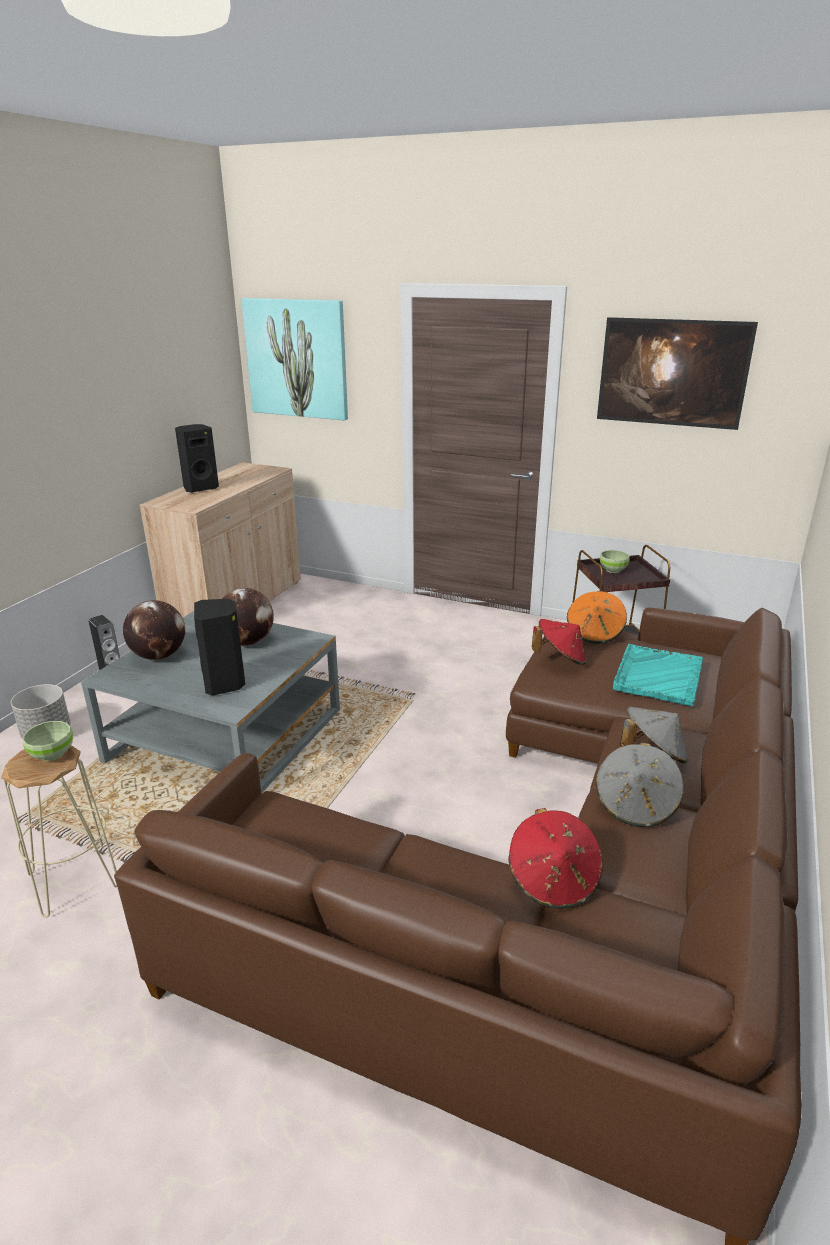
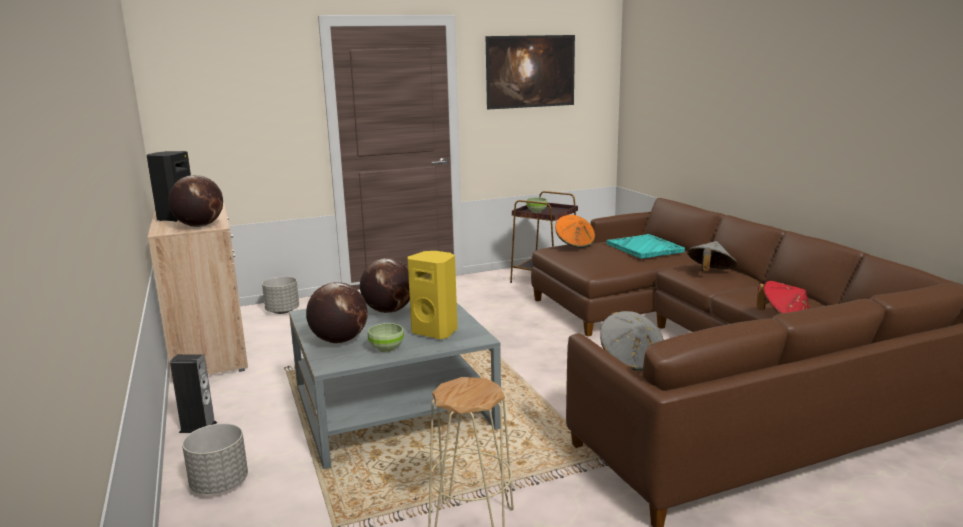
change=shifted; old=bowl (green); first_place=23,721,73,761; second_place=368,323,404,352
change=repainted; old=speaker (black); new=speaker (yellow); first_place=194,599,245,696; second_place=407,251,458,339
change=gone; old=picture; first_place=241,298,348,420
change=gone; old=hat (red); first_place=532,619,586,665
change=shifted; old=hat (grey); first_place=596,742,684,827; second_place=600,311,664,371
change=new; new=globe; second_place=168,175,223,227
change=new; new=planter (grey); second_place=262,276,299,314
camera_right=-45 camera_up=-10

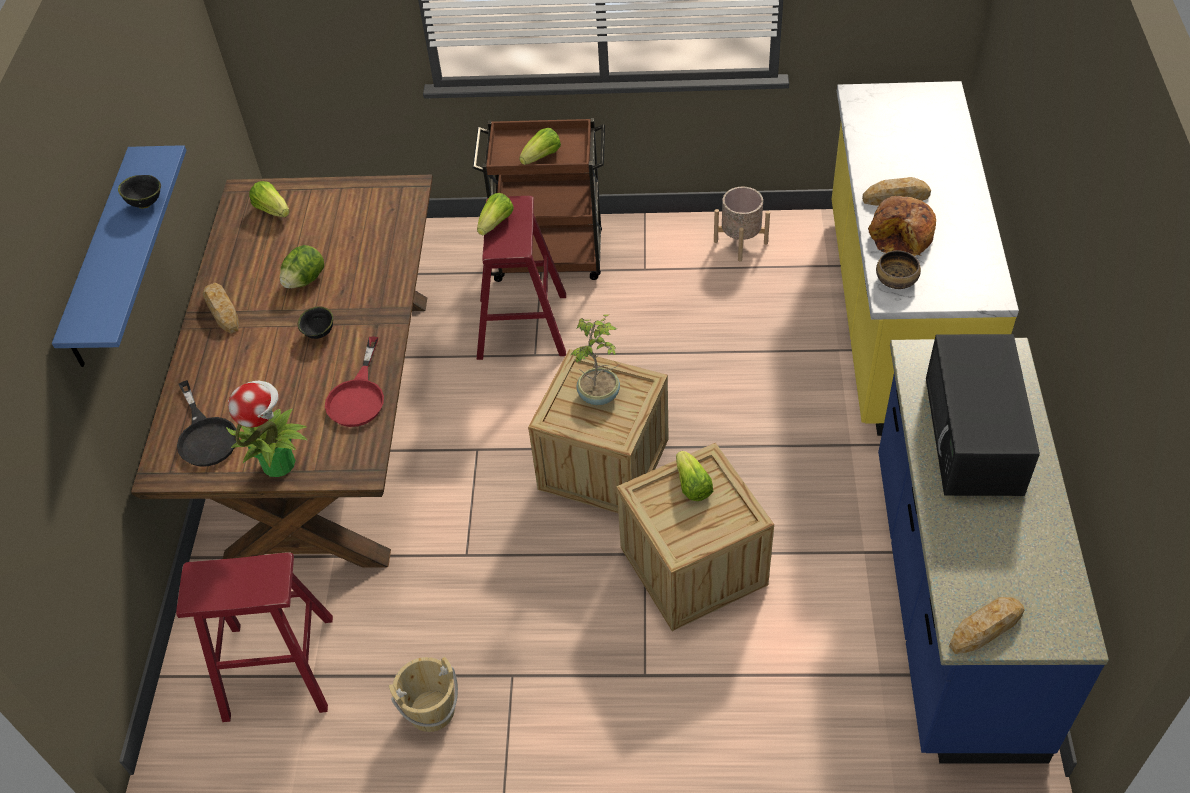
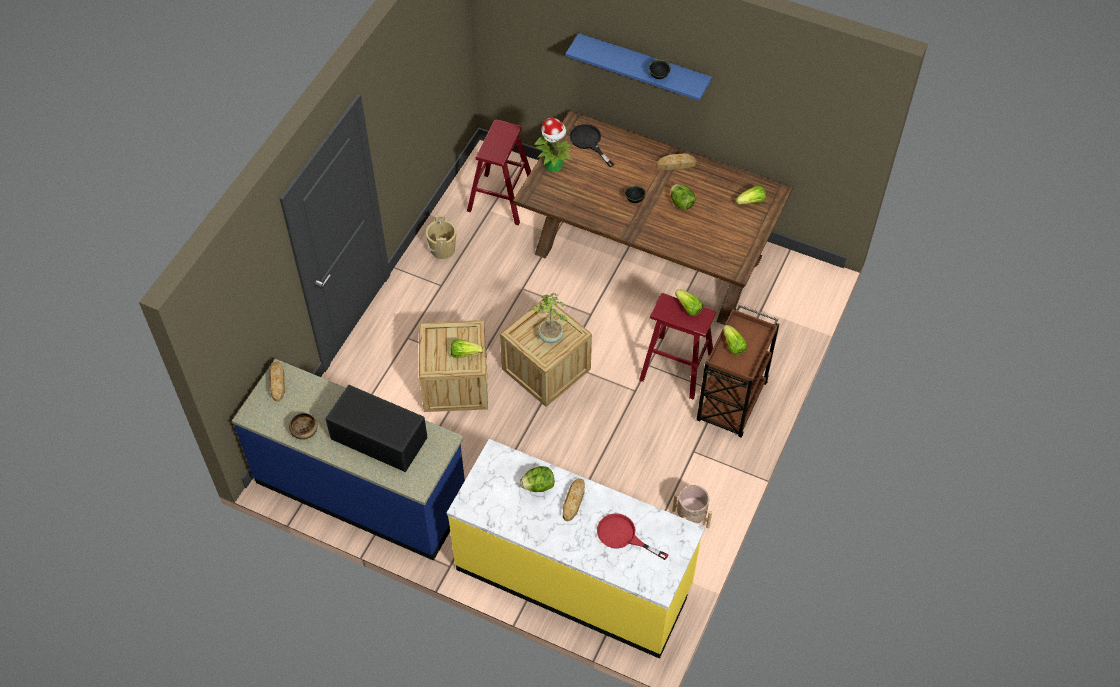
change=rotated; old=frying pan (black); first_place=177,380,236,467; second_place=569,124,614,167; degrees=60
change=shifted; old=frying pan (red); first_place=325,336,384,427; second_place=597,513,669,560
change=swapped; old=bread; new=lettuce; first_place=868,196,936,256; second_place=520,466,554,492
change=shifted; old=bowl; first_place=876,250,921,289; second_place=289,413,318,440
camera_right=110 camera_up=5

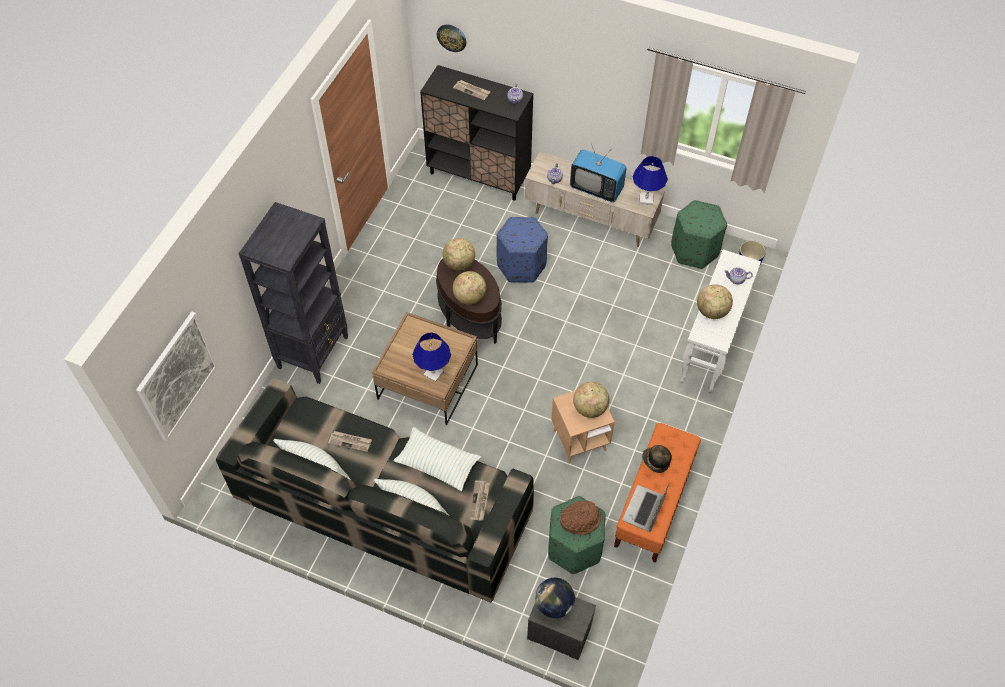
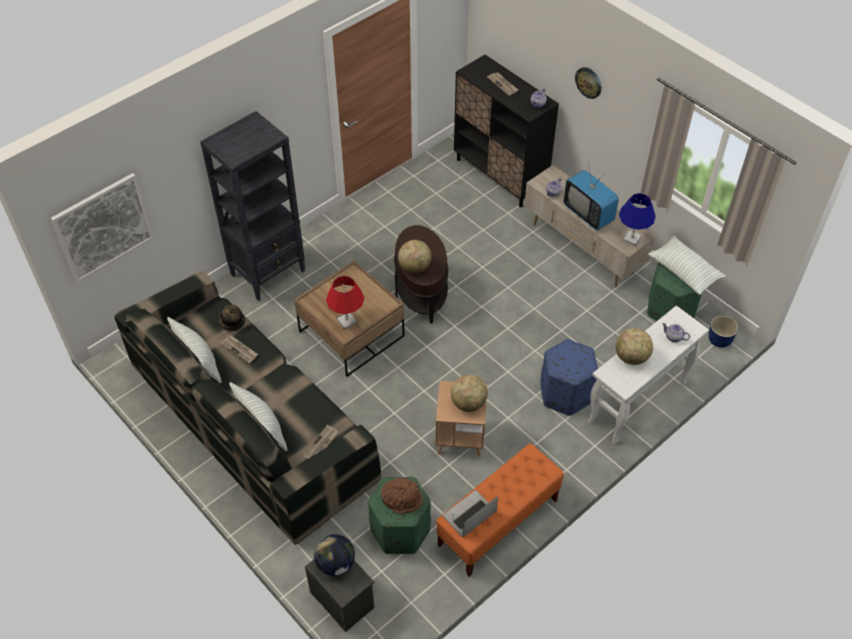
change=shifted; old=pillow; first_place=393,427,481,491; second_place=648,236,726,295
change=repainted; old=table lamp (blue); new=table lamp (red); first_place=412,332,451,382; second_place=326,276,364,329
change=shifted; old=wall clock; first_place=437,24,466,52; second_place=575,67,601,99
change=gone; old=globe; first_place=442,238,475,271
change=shifted; old=ottoman (blue); first_place=496,217,548,283; second_place=540,339,598,416
change=shifted; old=hat; first_place=642,445,672,473; second_place=218,304,245,331
camera_right=25 camera_up=-5

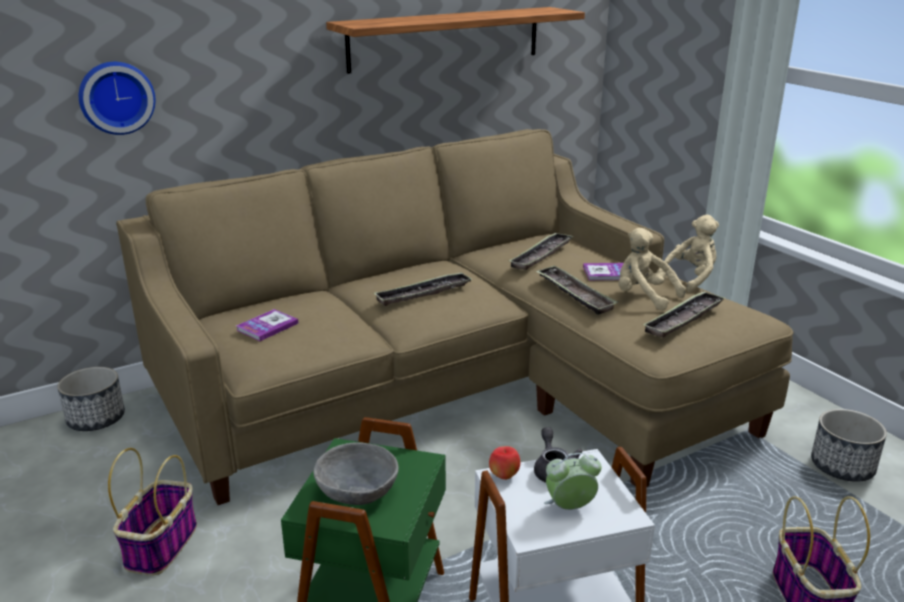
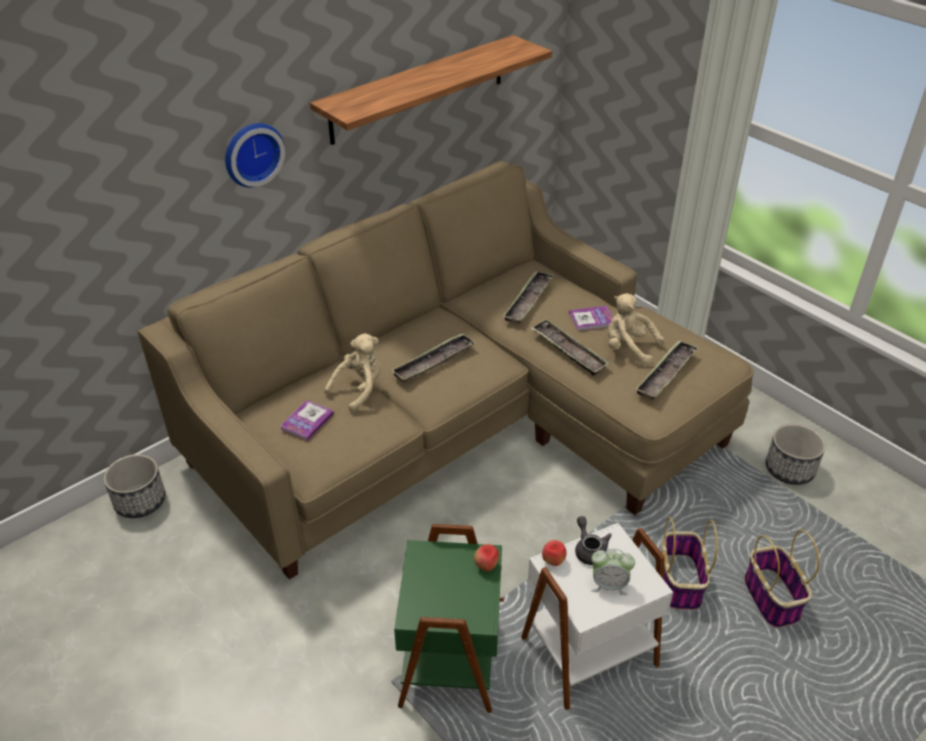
change=shifted; old=wall clock; first_place=79,62,155,135; second_place=225,123,285,188
change=shifted; old=basket; first_place=108,448,197,576; second_place=661,517,718,610
change=gone; old=bowl (grey); first_place=313,442,399,505
change=rotated; old=alarm clock; first_place=544,453,602,510; second_place=591,549,635,595; degrees=-150
change=shifted; old=plush toy (beige); first_place=657,215,719,293; second_place=324,333,381,413
change=new; new=apple; second_place=474,544,499,571
camera_right=-10 camera_up=15

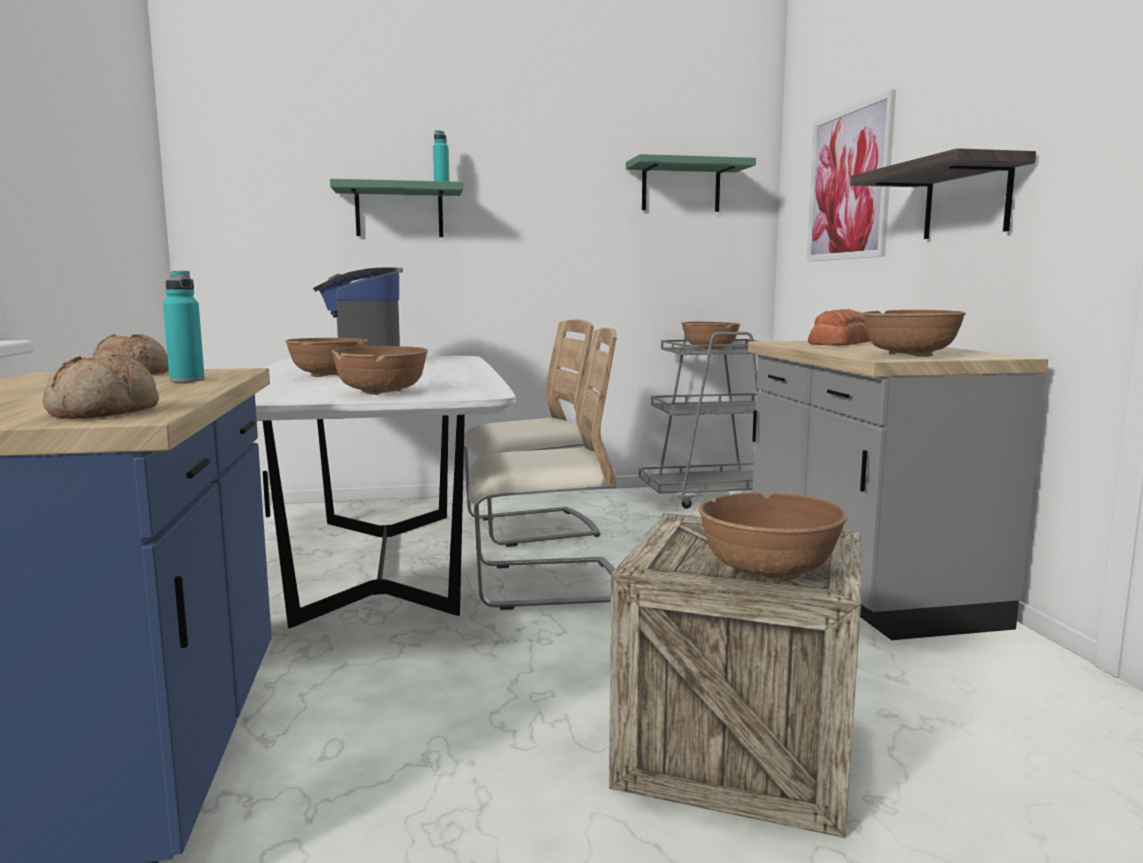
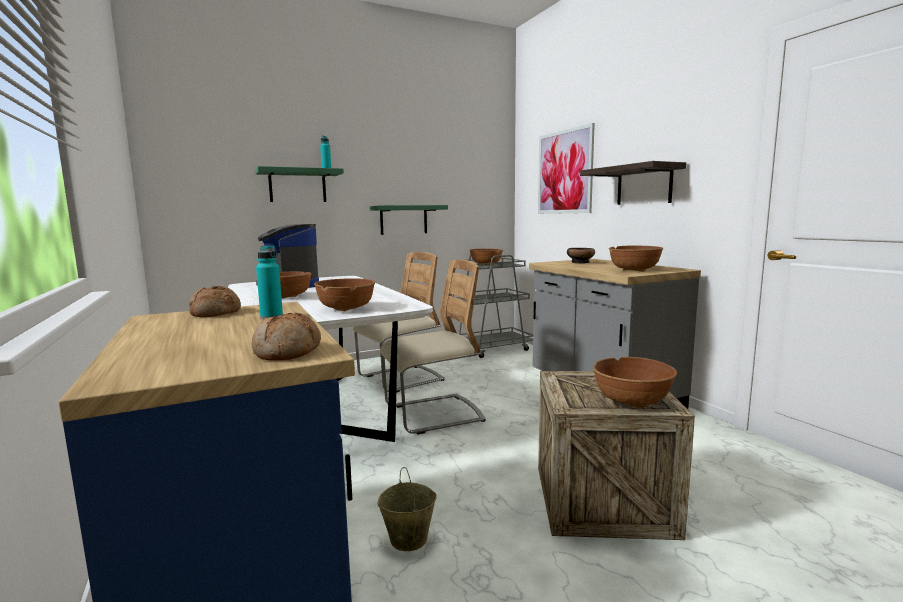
change=shifted; old=shelf (green); first_place=626,154,756,212; second_place=370,205,448,235
change=swapped; old=bread; new=bowl; first_place=808,309,870,346; second_place=567,248,595,264
change=new; new=bucket (beige); second_place=377,467,437,551
camera_right=-15 camera_up=0

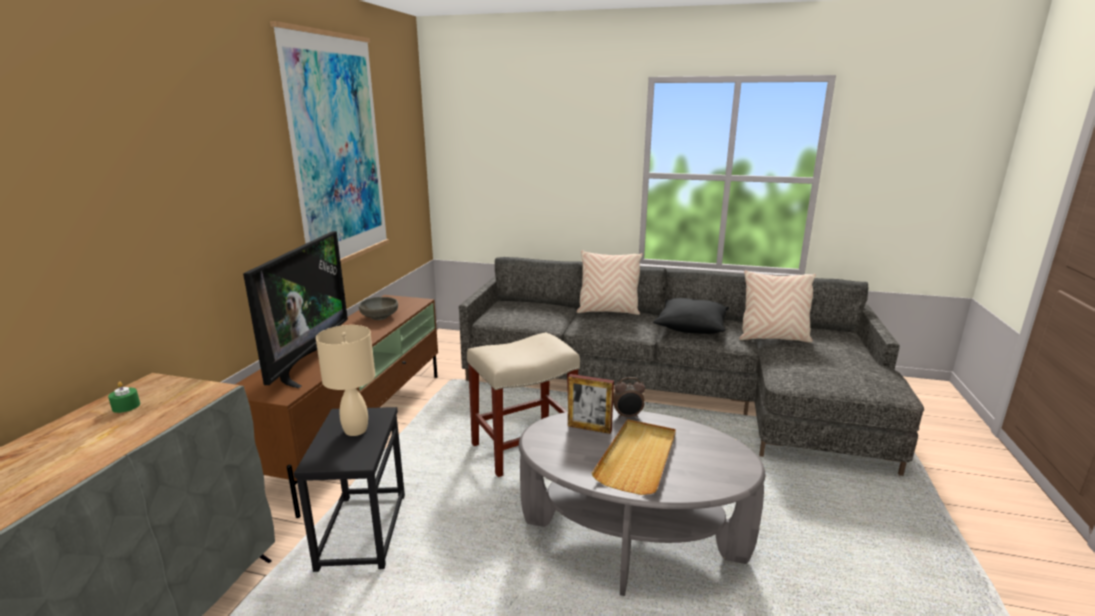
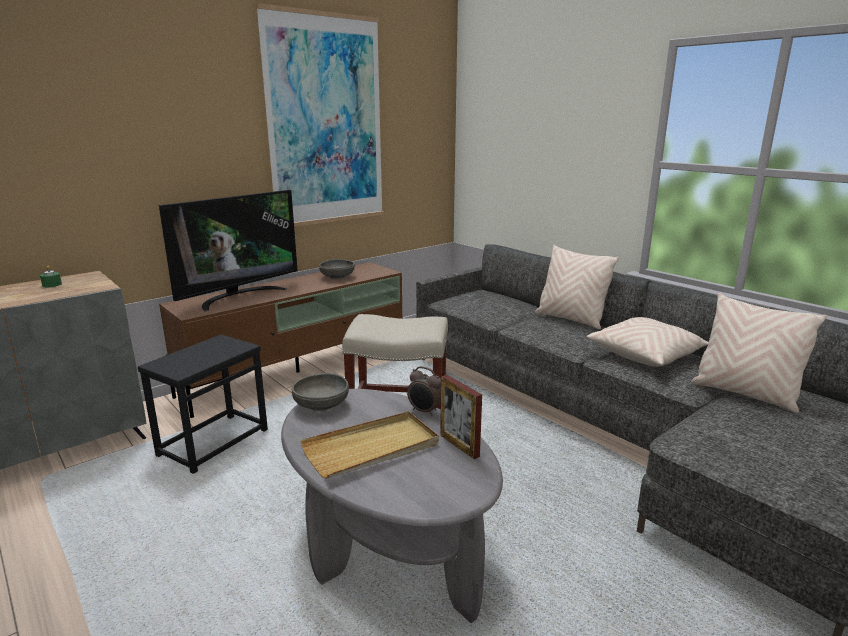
change=gone; old=table lamp (beige); first_place=316,325,375,436
change=shifted; old=picture frame; first_place=568,374,614,434; second_place=440,375,482,459
change=repainted; old=pillow (black); new=pillow (beige); first_place=653,298,729,334; second_place=587,317,709,367
change=new; new=bowl (grey); second_place=292,373,349,411
camera_right=35 camera_up=0

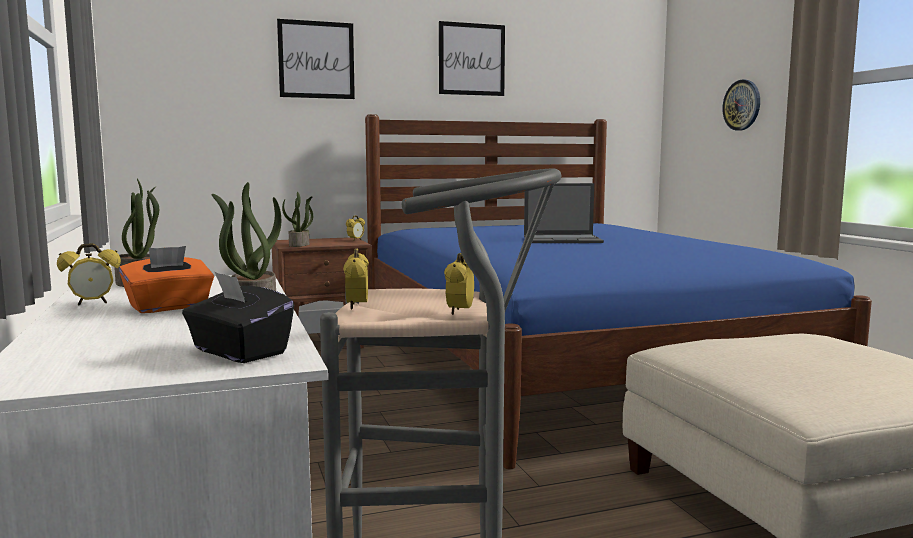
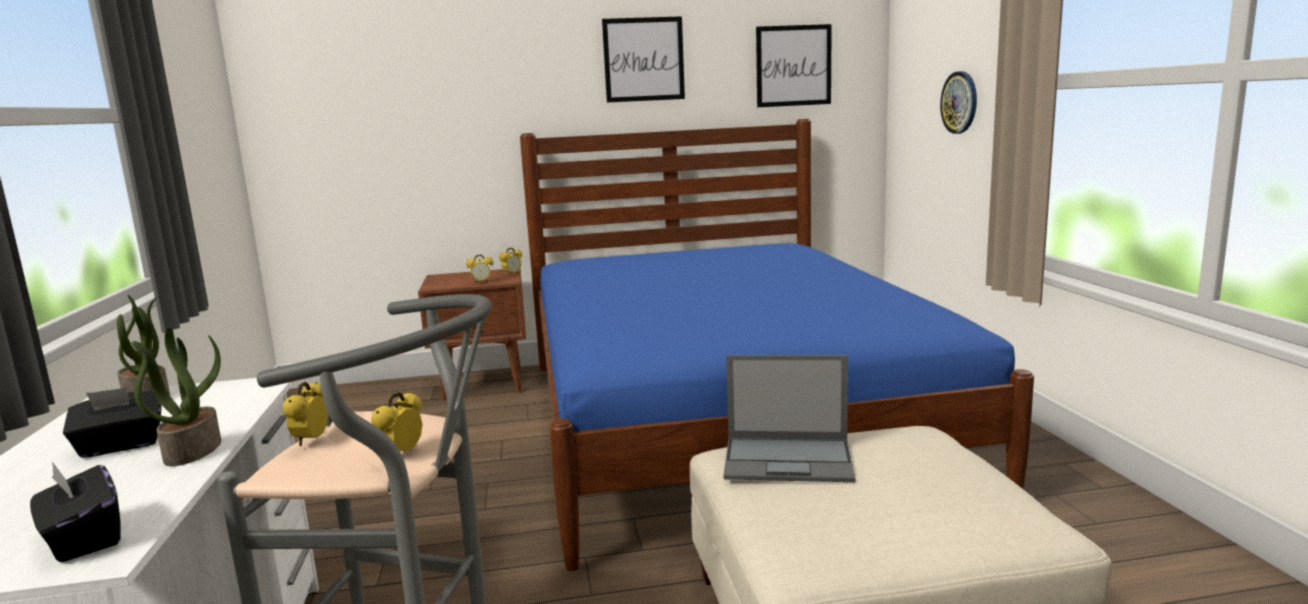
change=shifted; old=alarm clock; first_place=57,243,121,306; second_place=466,254,493,283
change=repainted; old=tissue box (orange); new=tissue box (black); first_place=119,246,214,313; second_place=63,387,162,458
change=shifted; old=picture; first_place=277,19,355,99; second_place=756,24,832,107
change=gone; old=potted plant; first_place=282,192,313,247
change=shifted; old=laptop; first_place=524,183,604,243; second_place=723,355,855,482
camera_right=10 camera_up=5

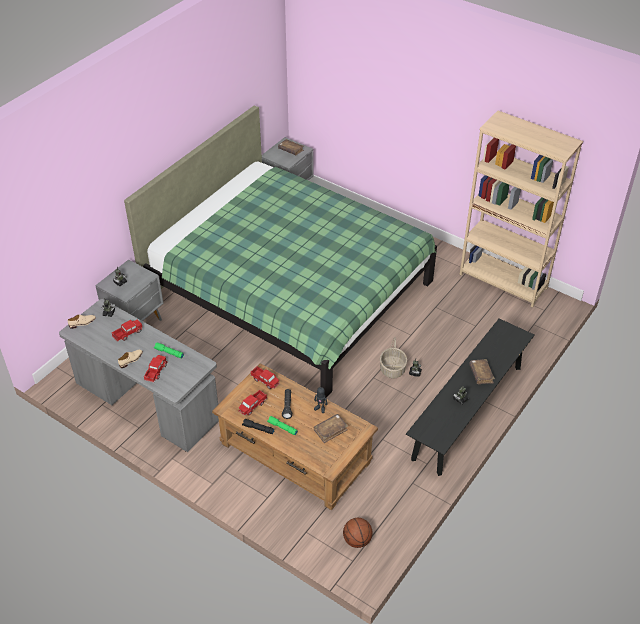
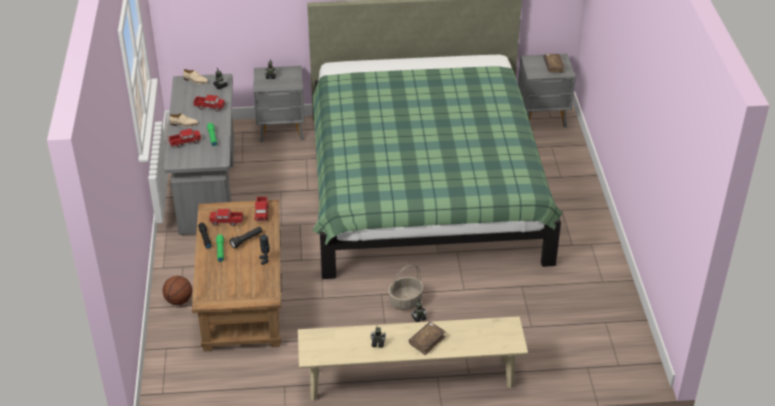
change=gone; old=book (brown); first_place=314,414,348,443
change=shifted; old=basketball; first_place=343,518,372,548; second_place=163,276,192,305
change=repainted; old=bench (black); new=bench (beige); first_place=406,318,534,476; second_place=298,316,528,401
change=gone; old=bookcase (beige); first_place=459,111,583,308
camera_right=50 camera_up=-5

